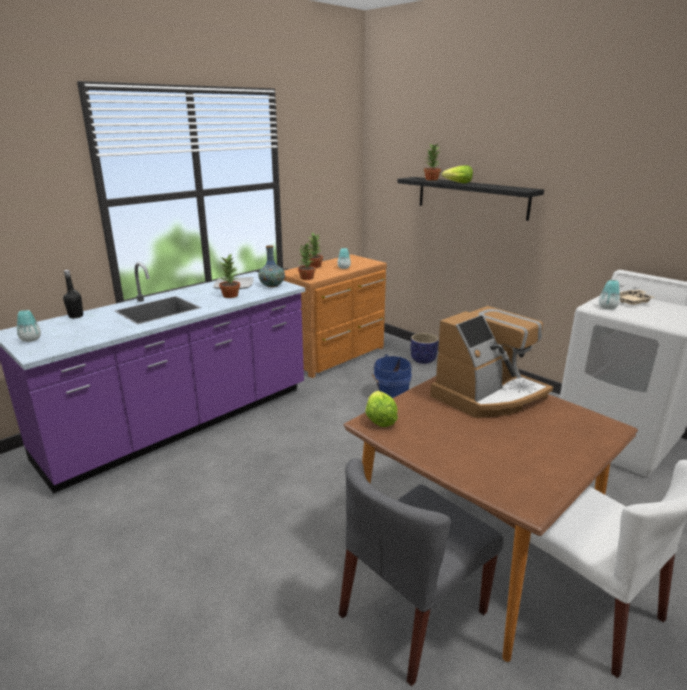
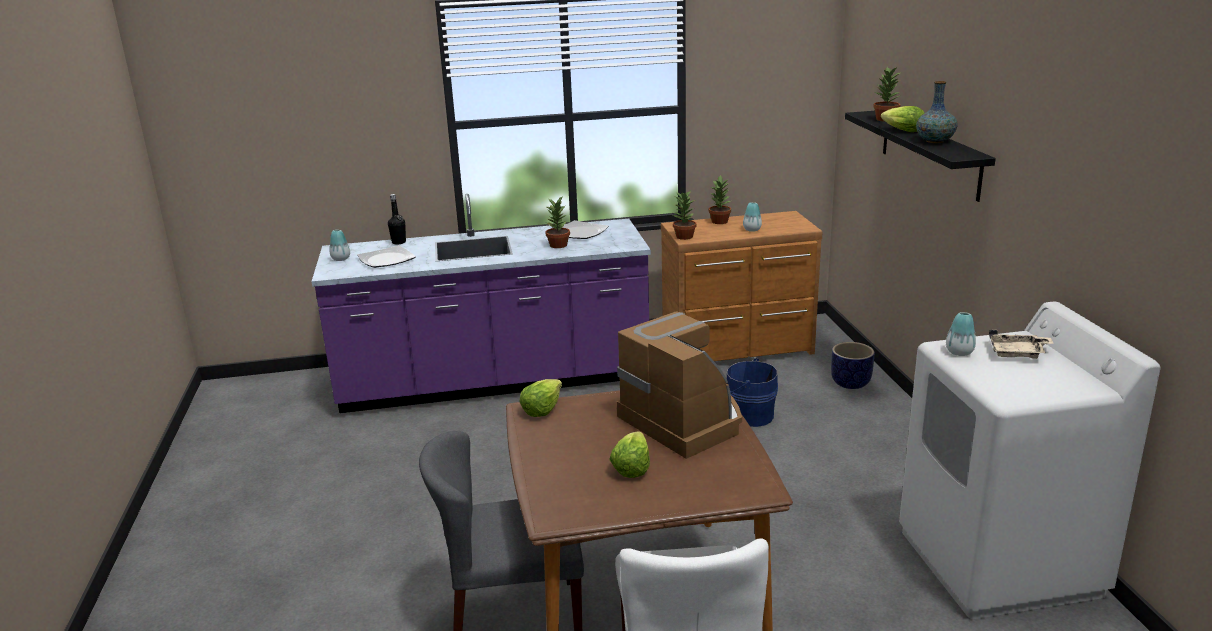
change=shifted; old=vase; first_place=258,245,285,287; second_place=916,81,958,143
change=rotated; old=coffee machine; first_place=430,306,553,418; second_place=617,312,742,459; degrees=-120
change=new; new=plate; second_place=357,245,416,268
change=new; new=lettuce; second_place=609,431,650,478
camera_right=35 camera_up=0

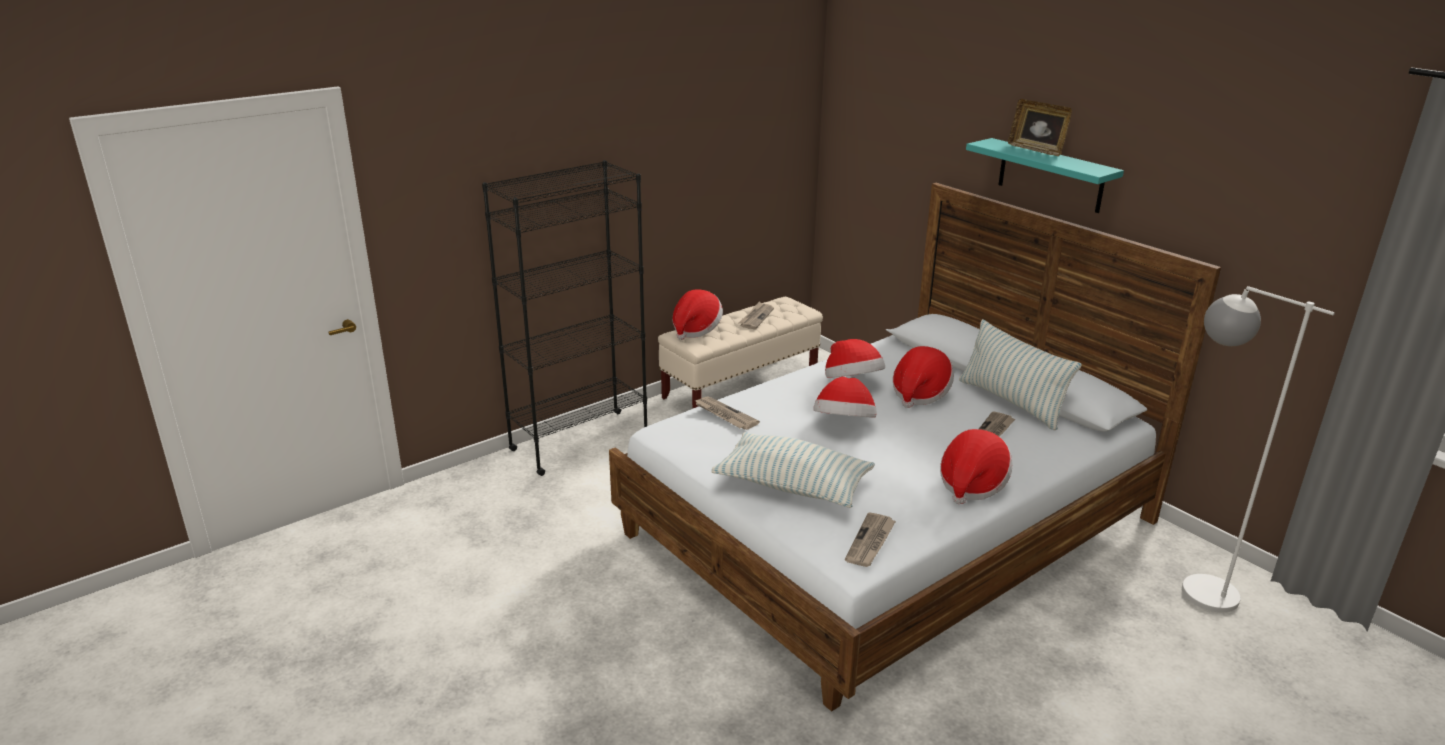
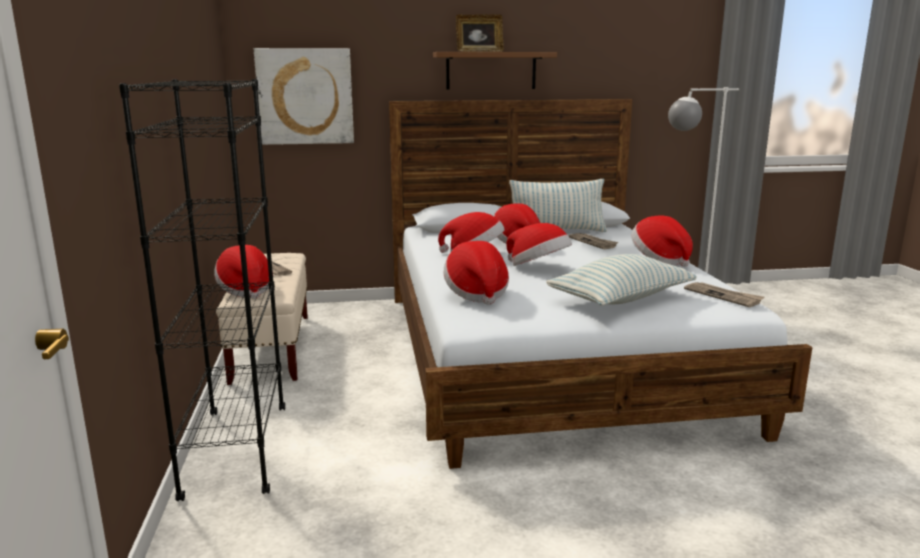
change=swapped; old=newspaper; new=hat; first_place=694,396,760,430; second_place=444,241,509,305
change=repainted; old=shelf (turquoise); new=shelf (brown); first_place=966,138,1124,213; second_place=433,52,557,89
change=new; new=picture; second_place=254,48,354,145
camera_right=-60 camera_up=-10

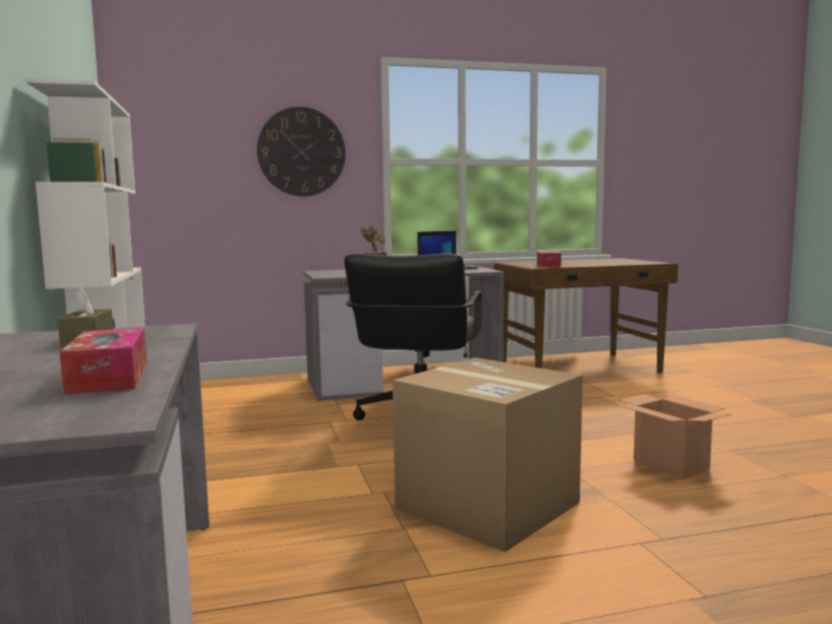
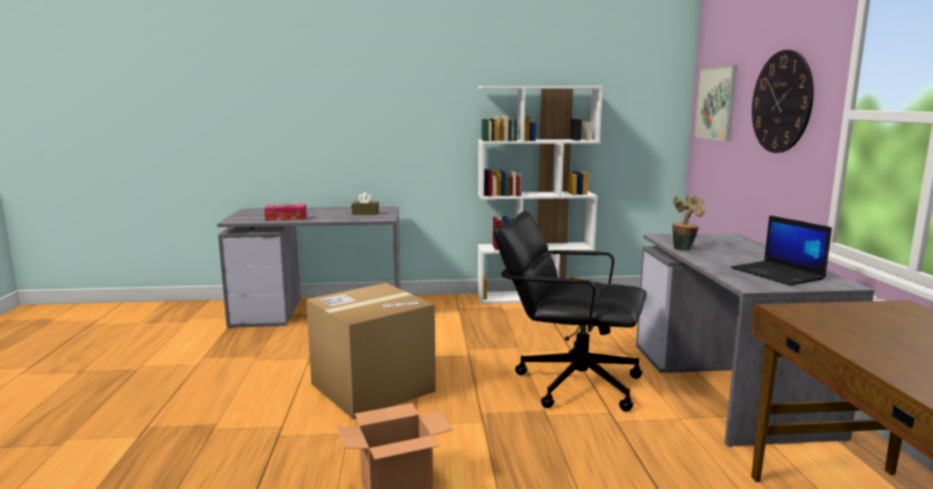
change=gone; old=tissue box; first_place=537,251,561,267
change=new; new=picture; second_place=694,65,737,141
camera_right=100 camera_up=5

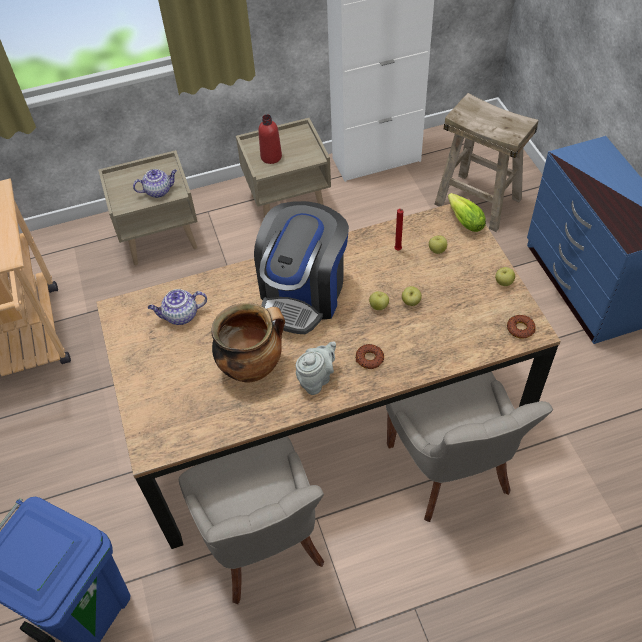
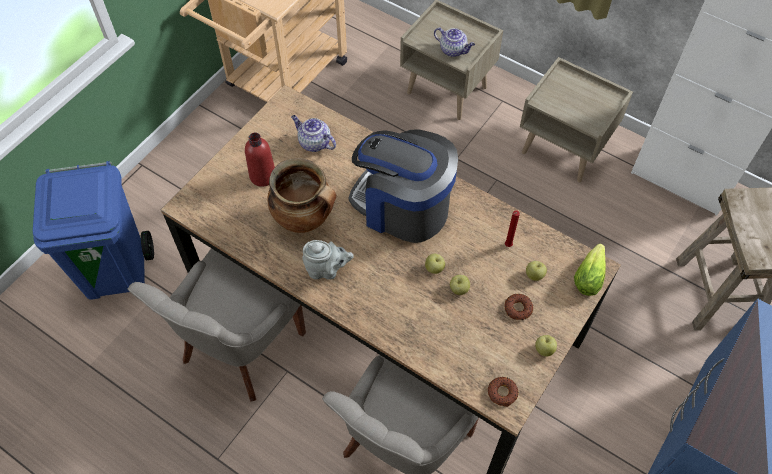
change=rotated; old=coffee machine; first_place=254,201,349,334; second_place=349,129,458,243; degrees=45
change=shifted; old=bottle (red); first_place=258,114,282,164; second_place=245,133,275,187
change=shifted; old=donut; first_place=356,344,384,369; second_place=504,294,533,320
camera_right=50 camera_up=5

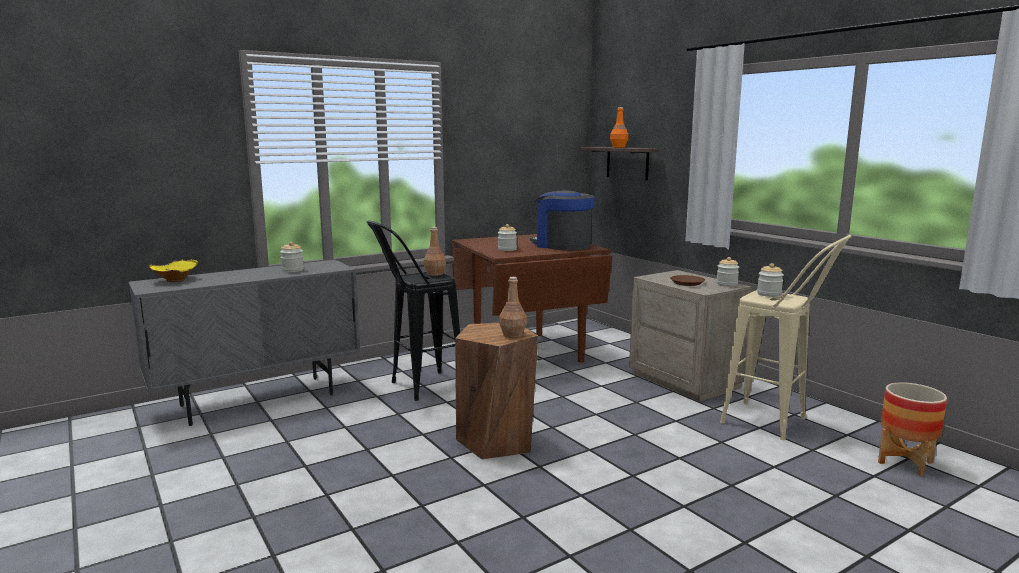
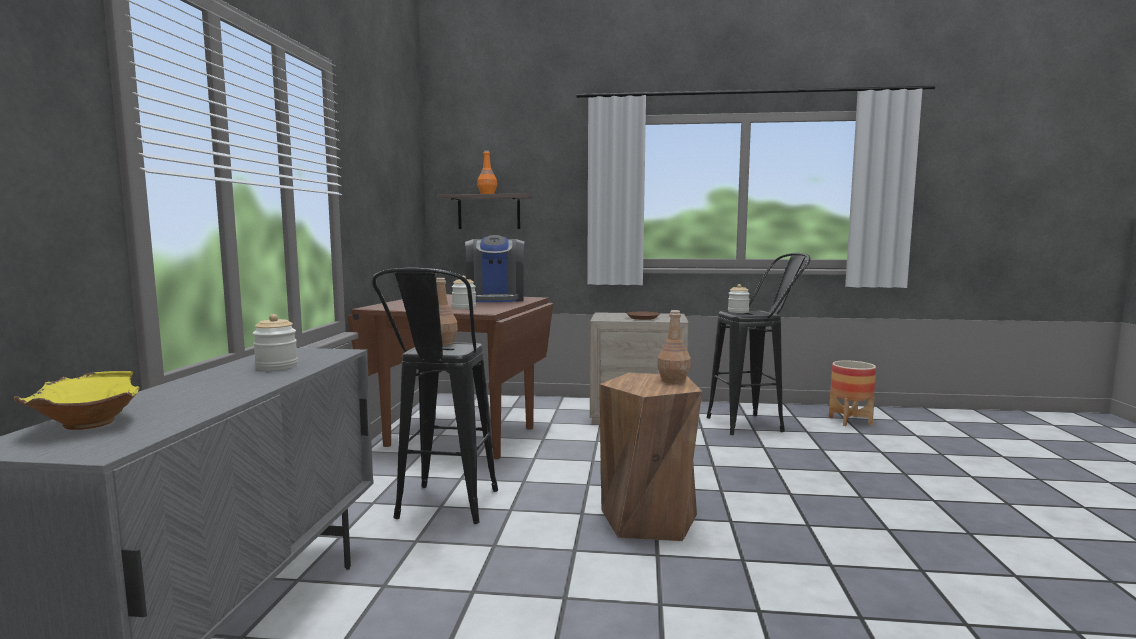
change=rotated; old=coffee machine; first_place=530,191,595,251; second_place=465,235,525,302; degrees=-90
change=gone; old=jar; first_place=716,257,739,287
change=repainted; old=stool (beige); new=stool (black); first_place=720,235,852,440; second_place=707,253,810,435
camera_right=-50 camera_up=-5

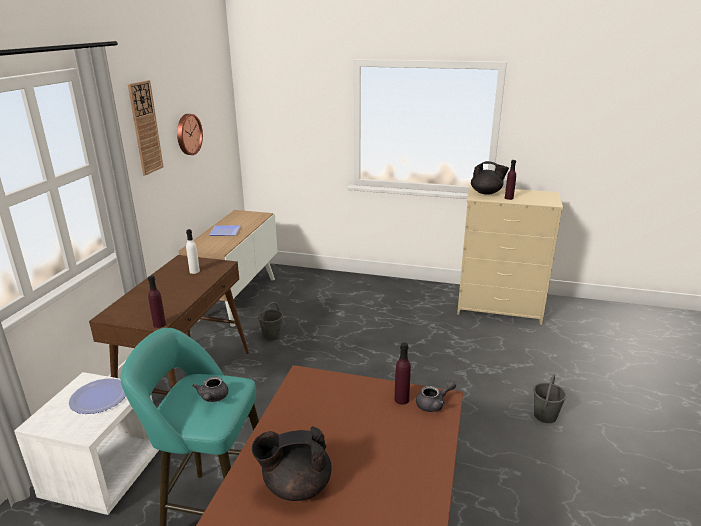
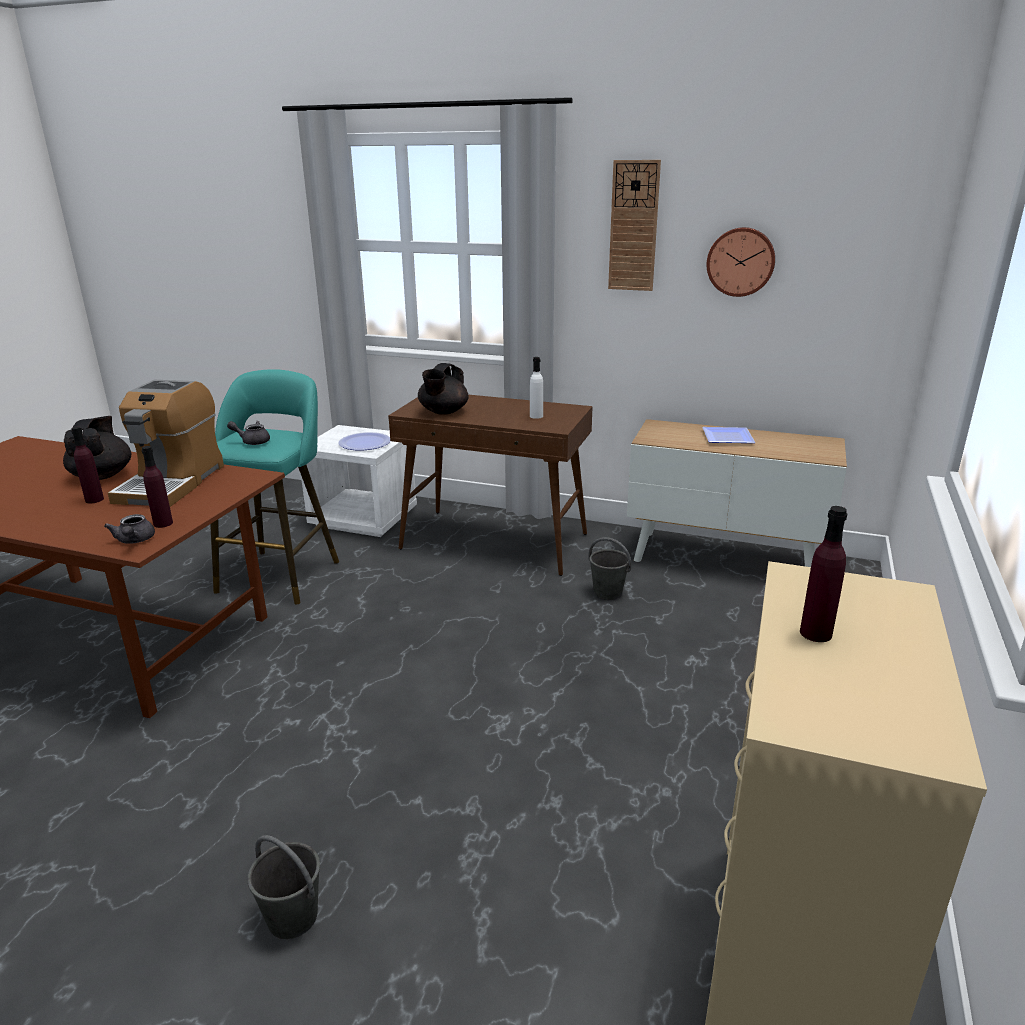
change=shifted; old=bottle (purple); first_place=148,276,166,328; second_place=71,427,104,503
change=shifted; old=teapot (black); first_place=471,161,509,195; second_place=418,363,469,415
change=new; new=coffee machine; second_place=108,380,224,507
camera_right=95 camera_up=0

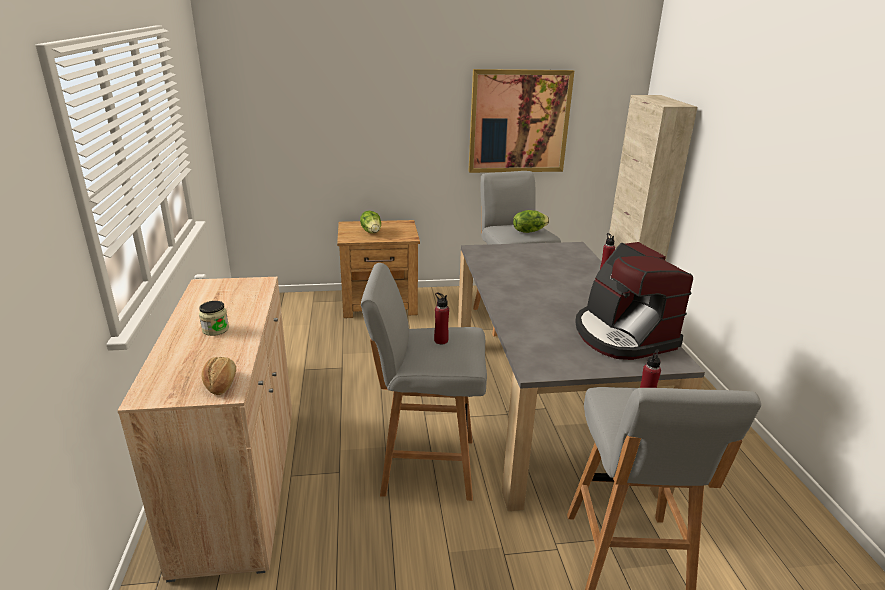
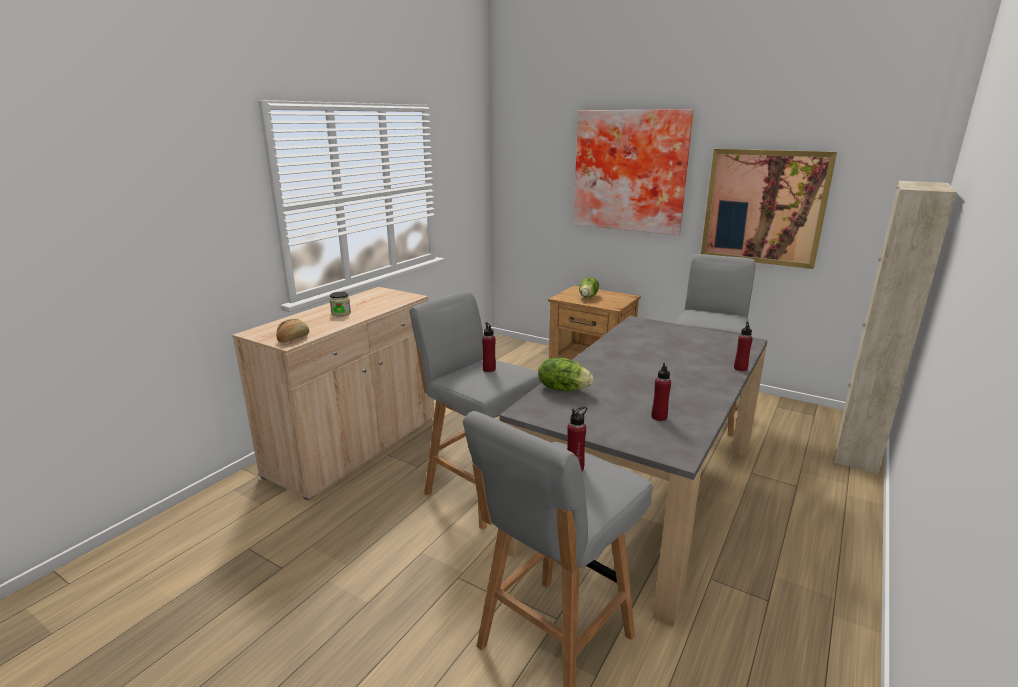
change=shifted; old=lettuce; first_place=513,210,549,233; second_place=538,358,593,391
change=swapped; old=coffee machine; new=bottle (red); first_place=575,242,693,360; second_place=652,363,671,421
change=new; new=picture; second_place=573,109,694,235
camera_right=40 camera_up=-5

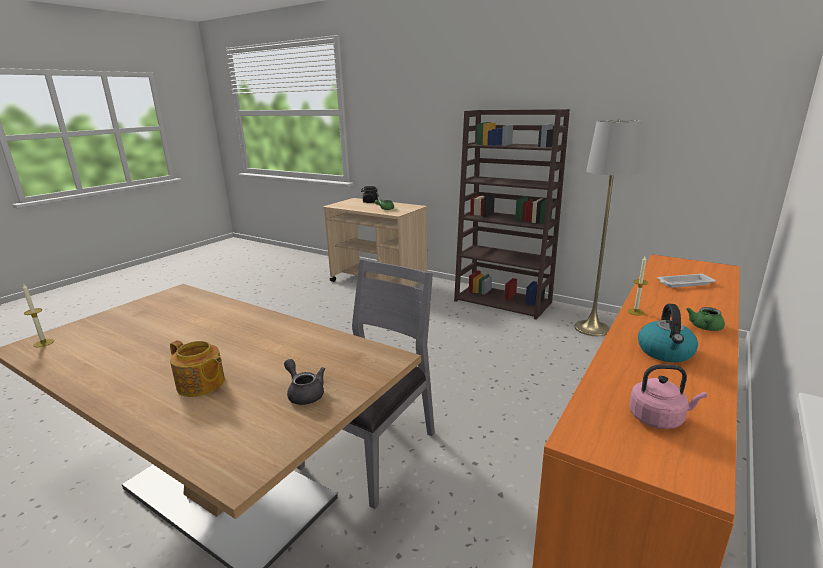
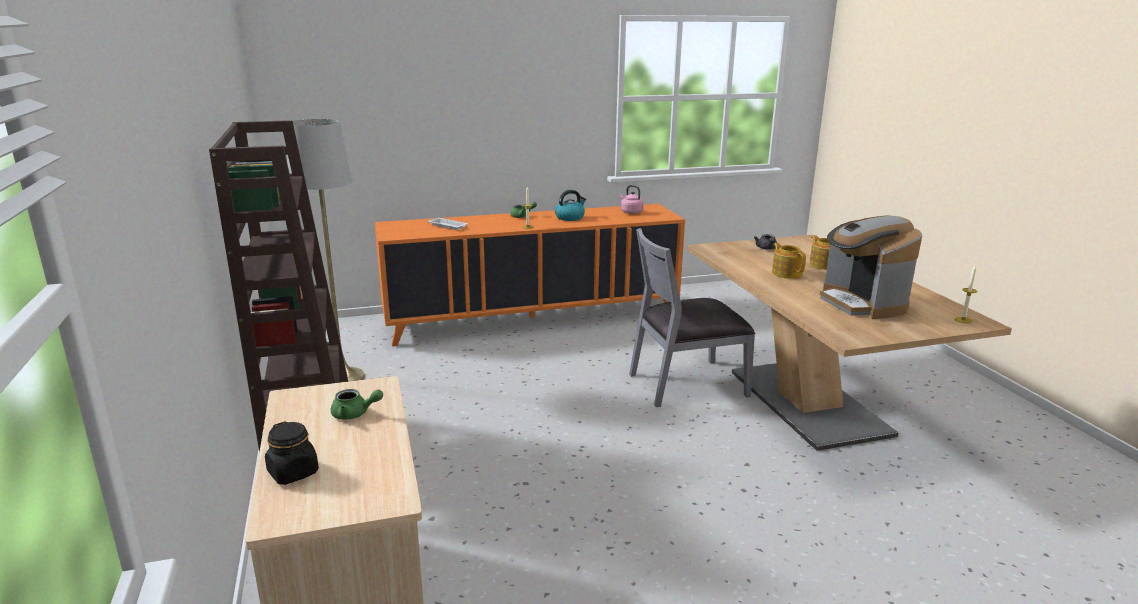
change=new; new=teapot; second_place=772,243,806,279
change=new; new=coffee machine; second_place=820,216,922,319
camera_right=-140 camera_up=0

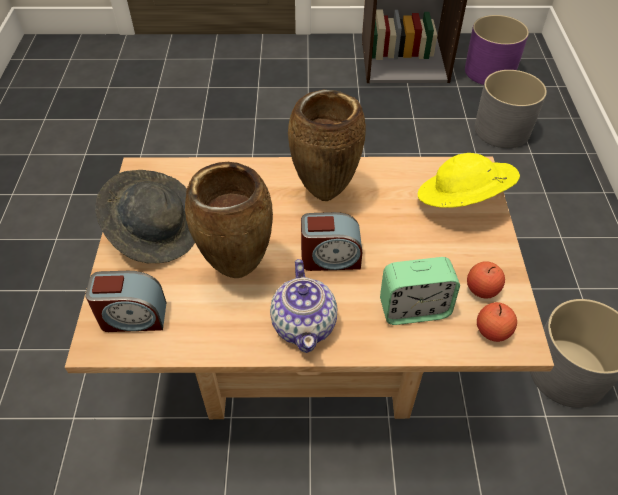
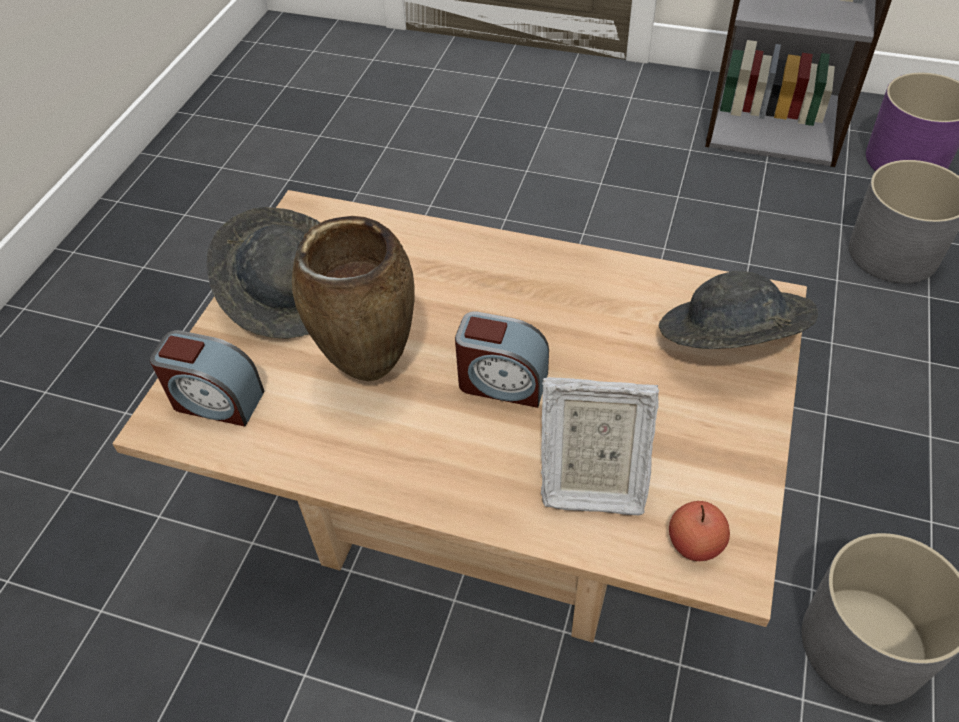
change=gone; old=teapot; first_place=270,259,337,353
change=gone; old=vase (brown); first_place=288,90,366,201
change=swapped; old=alarm clock; new=picture frame; first_place=380,257,460,325; second_place=541,377,659,515
change=repainted; old=hat (yellow); new=hat (grey); first_place=418,153,520,208; second_place=659,271,818,349
change=gone; old=apple; first_place=467,261,505,299
camera_right=20 camera_up=0

